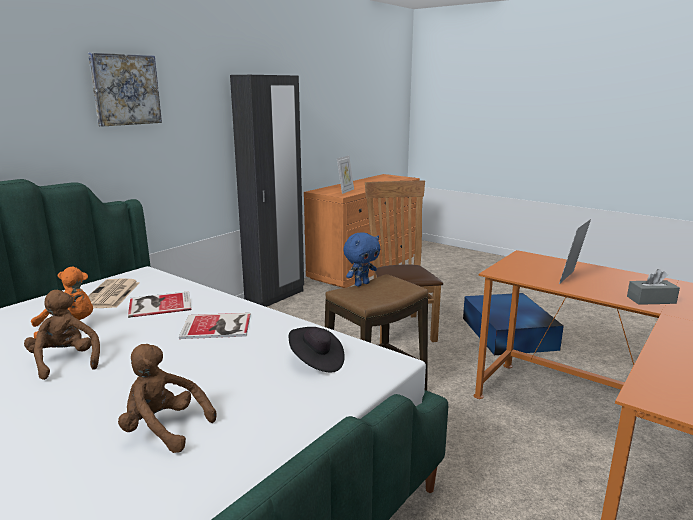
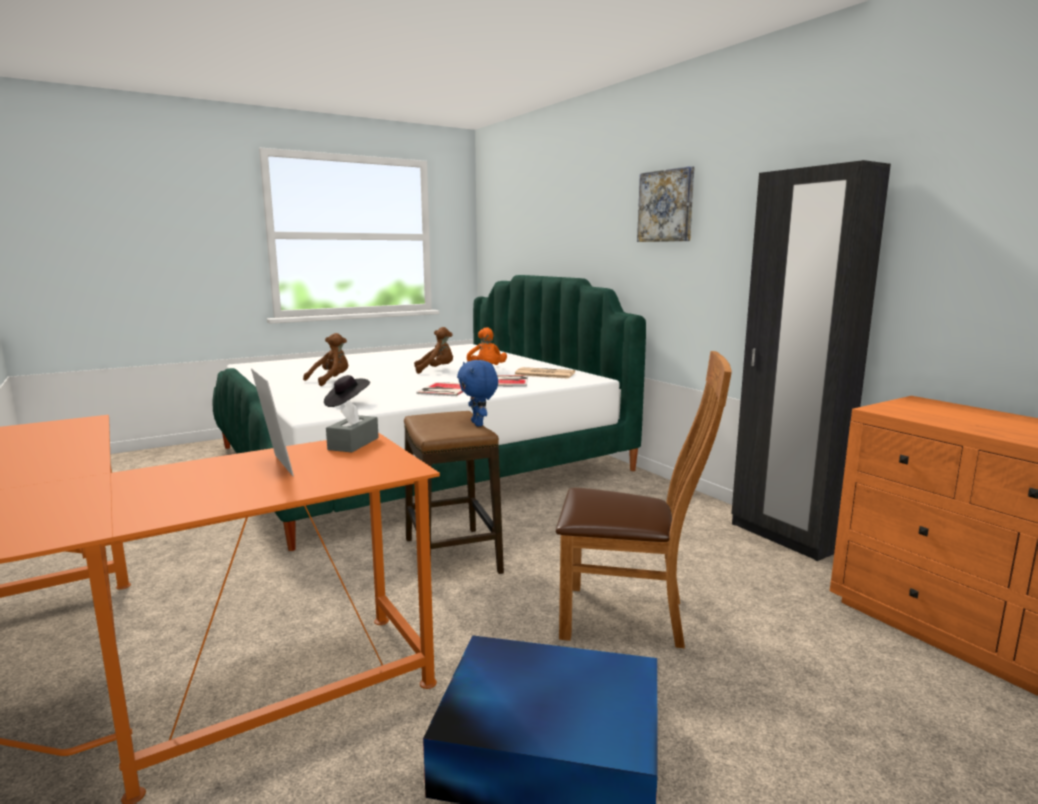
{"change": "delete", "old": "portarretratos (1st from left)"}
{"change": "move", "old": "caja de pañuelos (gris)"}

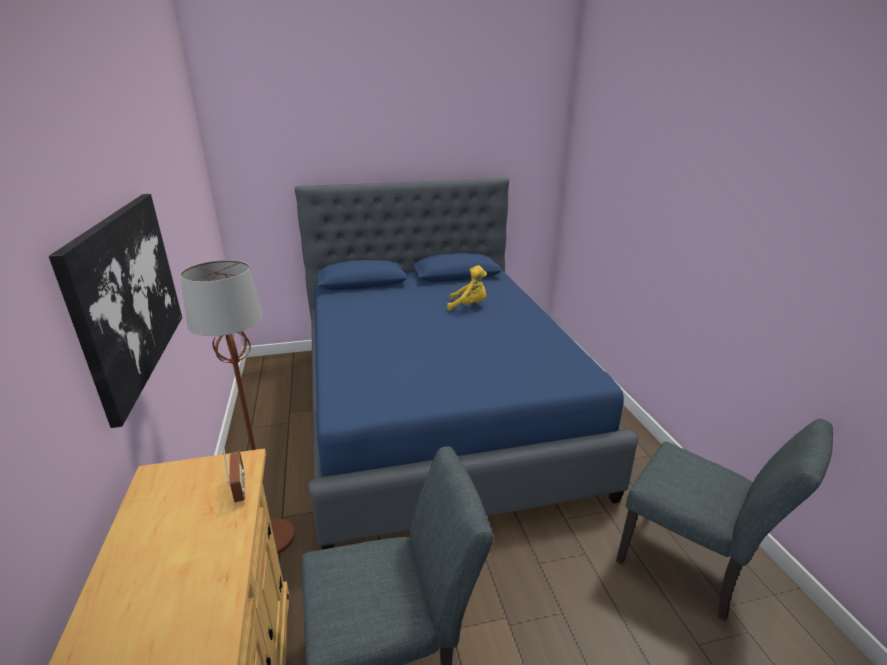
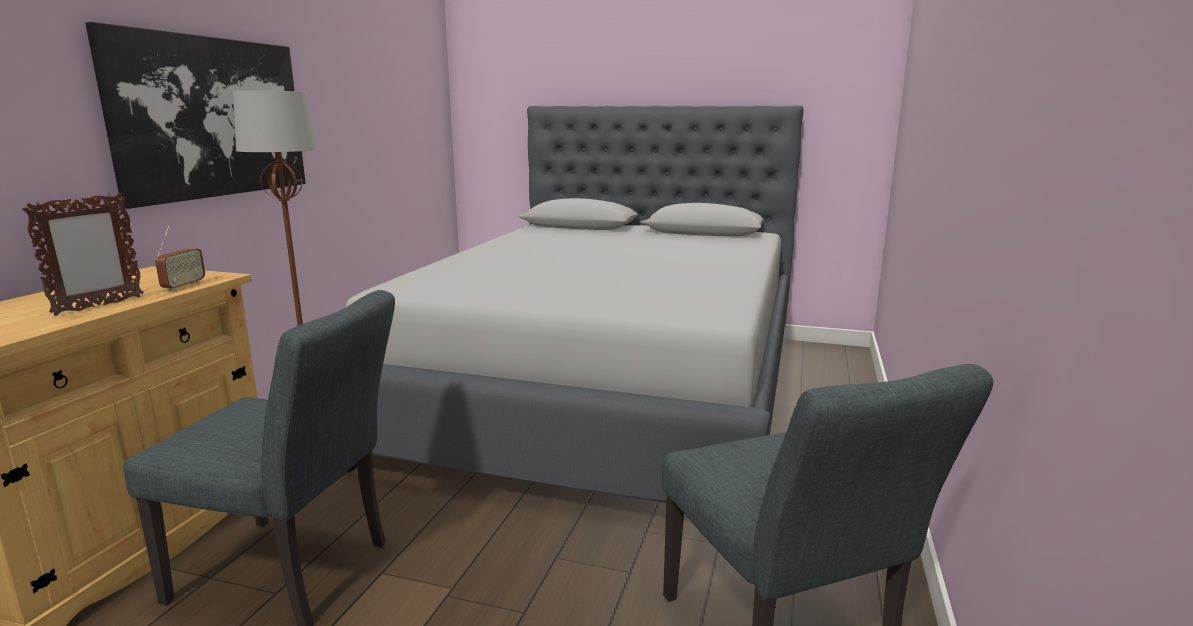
{"change": "recolor", "old": "cama (azul)", "new": "cama (gris)"}
{"change": "delete", "old": "peluche (amarillo)"}
{"change": "insert", "new": "portarretratos"}

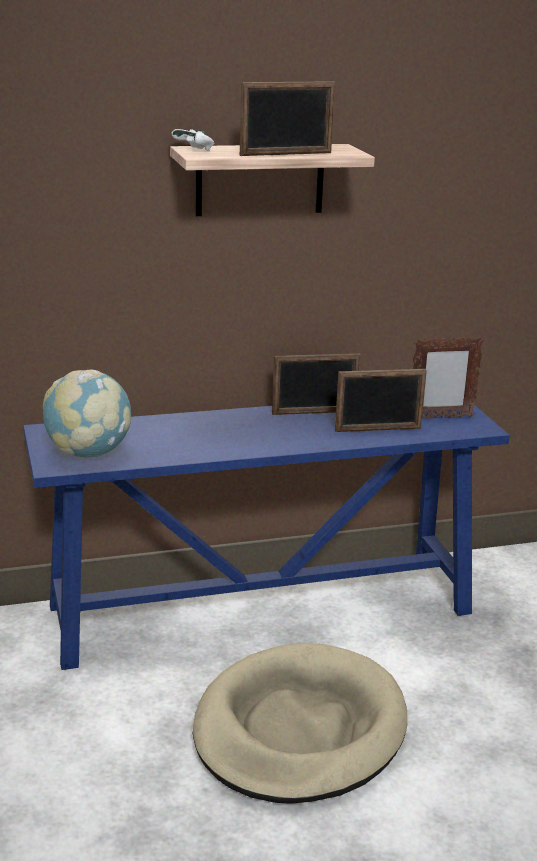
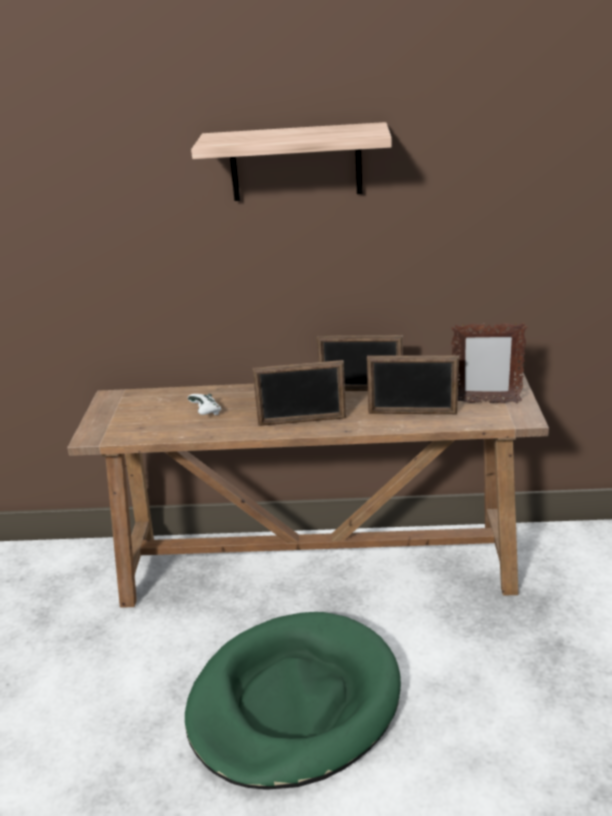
{"change": "recolor", "old": "mesa consola (azul)", "new": "mesa consola (marrón)"}
{"change": "delete", "old": "globo terráqueo"}
{"change": "move", "old": "mando de consola (blanco)"}
{"change": "recolor", "old": "cama para perro (beis)", "new": "cama para perro (verde)"}
{"change": "move", "old": "portarretratos (1st from left)"}

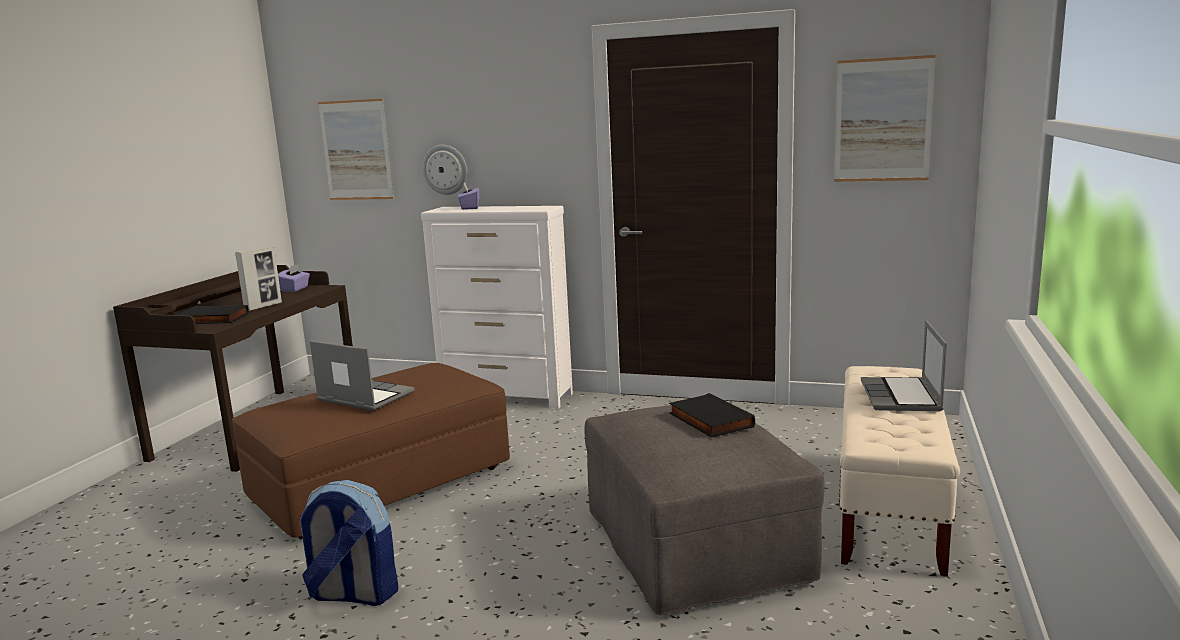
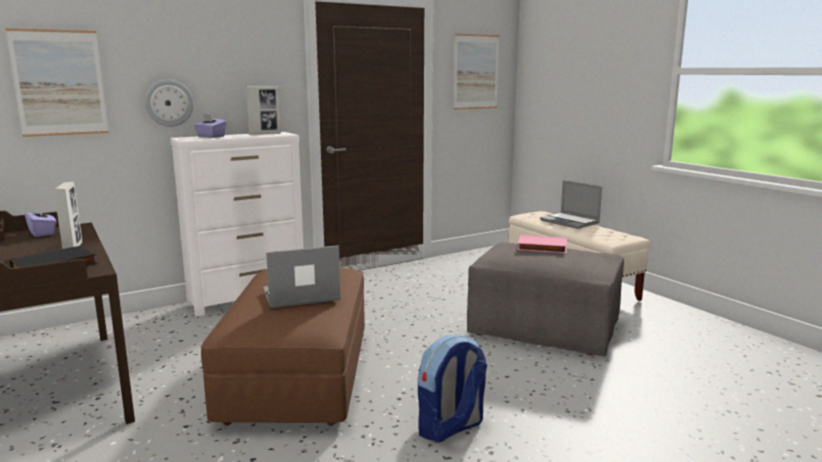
{"change": "recolor", "old": "libro (negro) (2nd from left)", "new": "libro (rosa)"}
{"change": "insert", "new": "portarretratos (2nd from left)"}

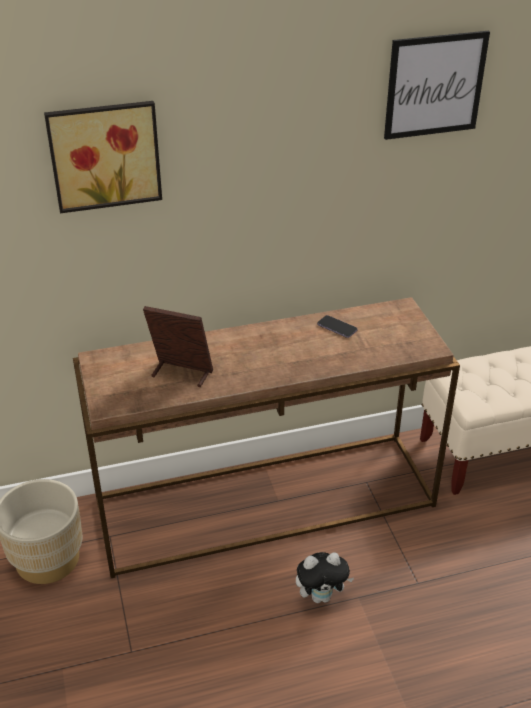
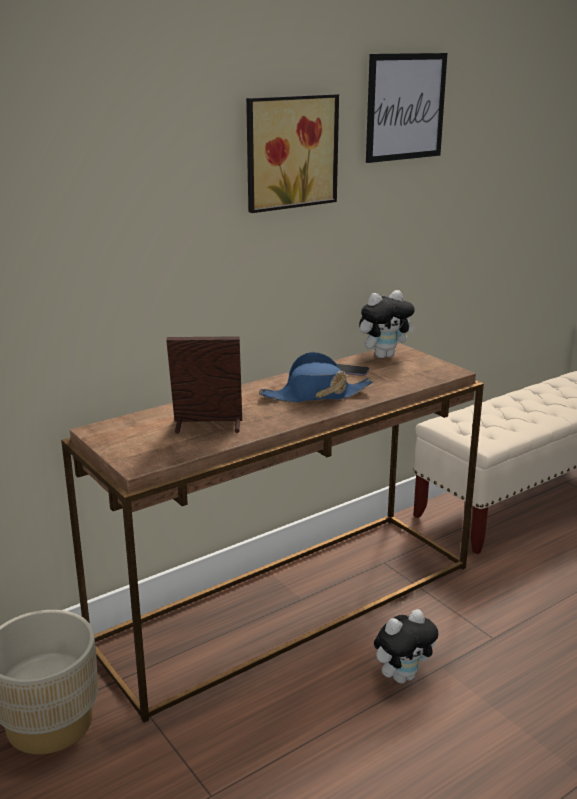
{"change": "move", "old": "cuadro (1st from left)"}
{"change": "insert", "new": "sombrero (azul)"}
{"change": "insert", "new": "peluche (1st from left)"}

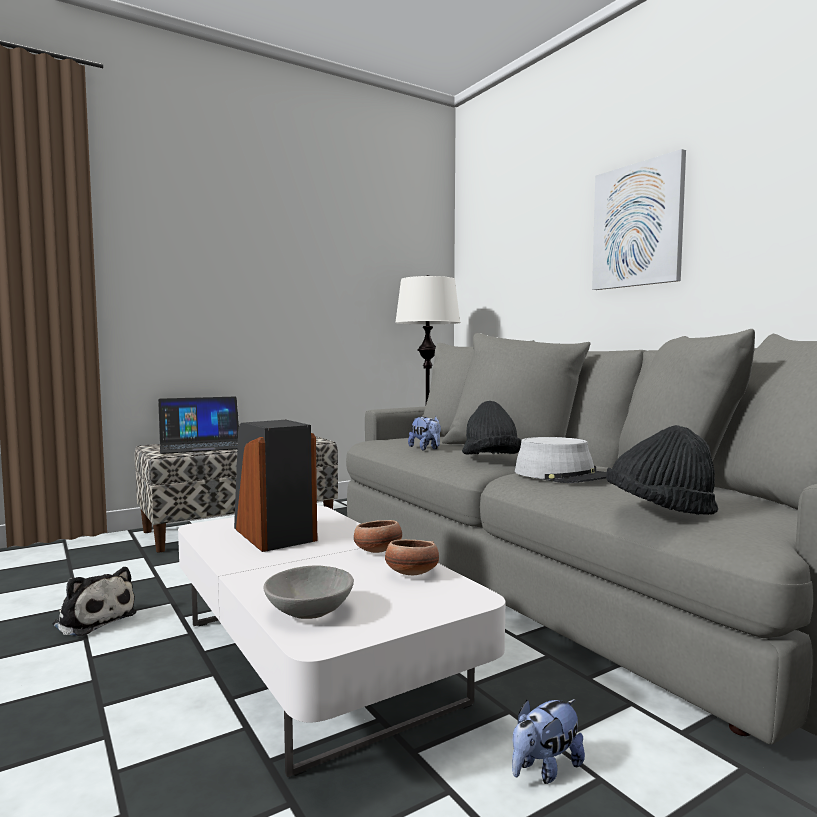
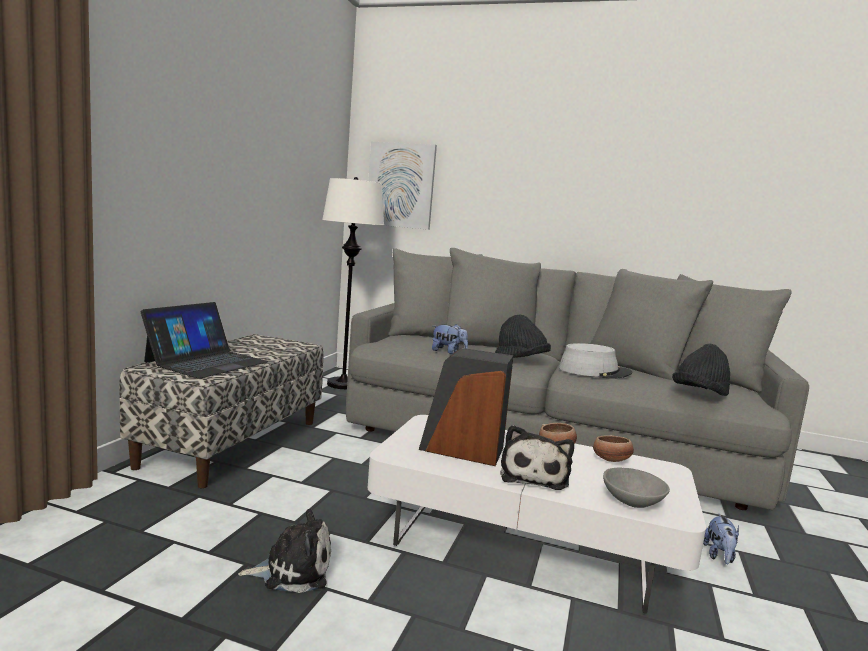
{"change": "move", "old": "cuadro"}
{"change": "insert", "new": "peluche (3rd from left)"}

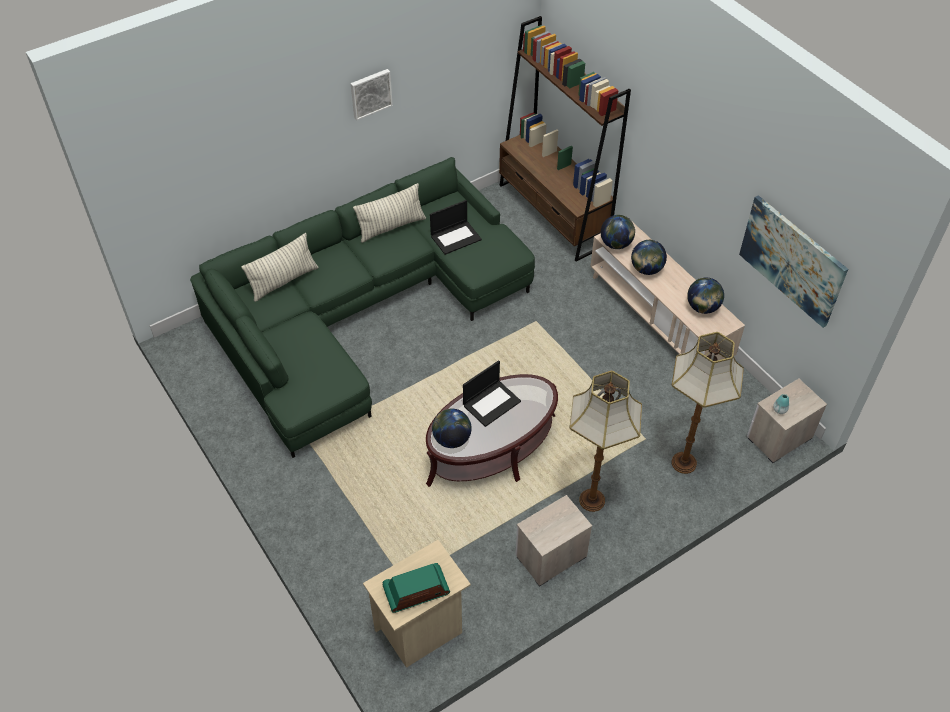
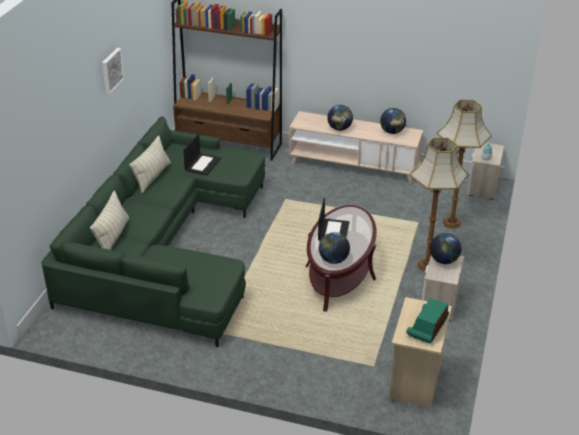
{"change": "move", "old": "globo terráqueo (2nd from left in the first image)", "new": "globo terráqueo (4th from left)"}
{"change": "delete", "old": "cuadro (2nd from left)"}

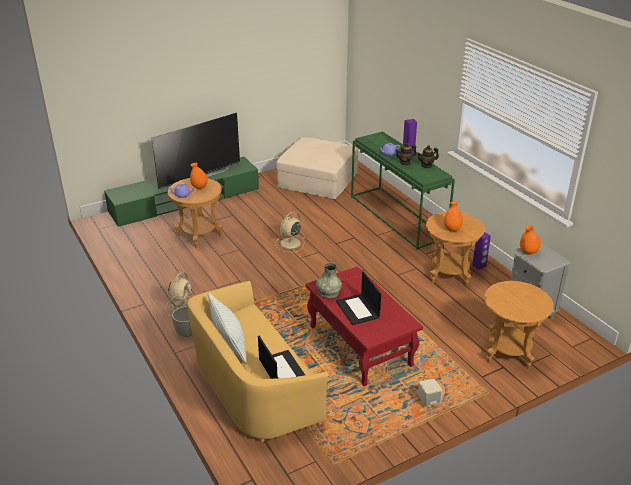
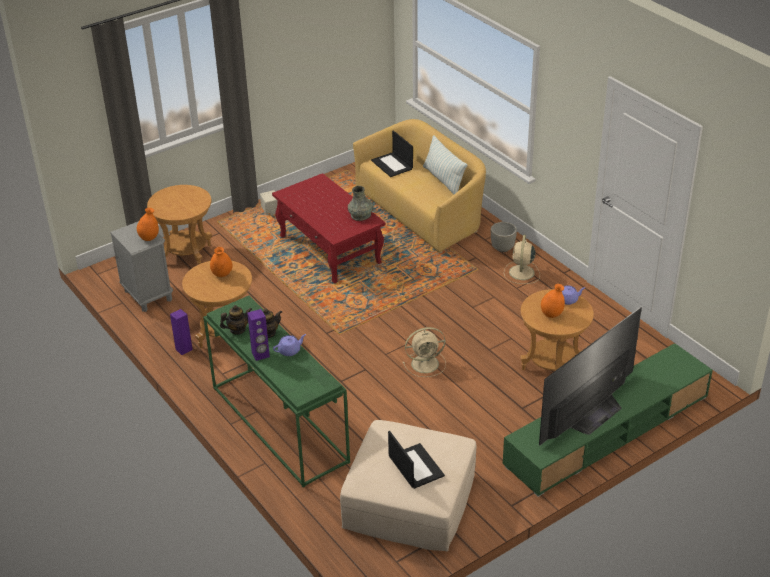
{"change": "rotate", "old": "ventilador (beis) (2nd from left in the first image)", "degrees": 45}
{"change": "move", "old": "portátil (2nd from left)"}

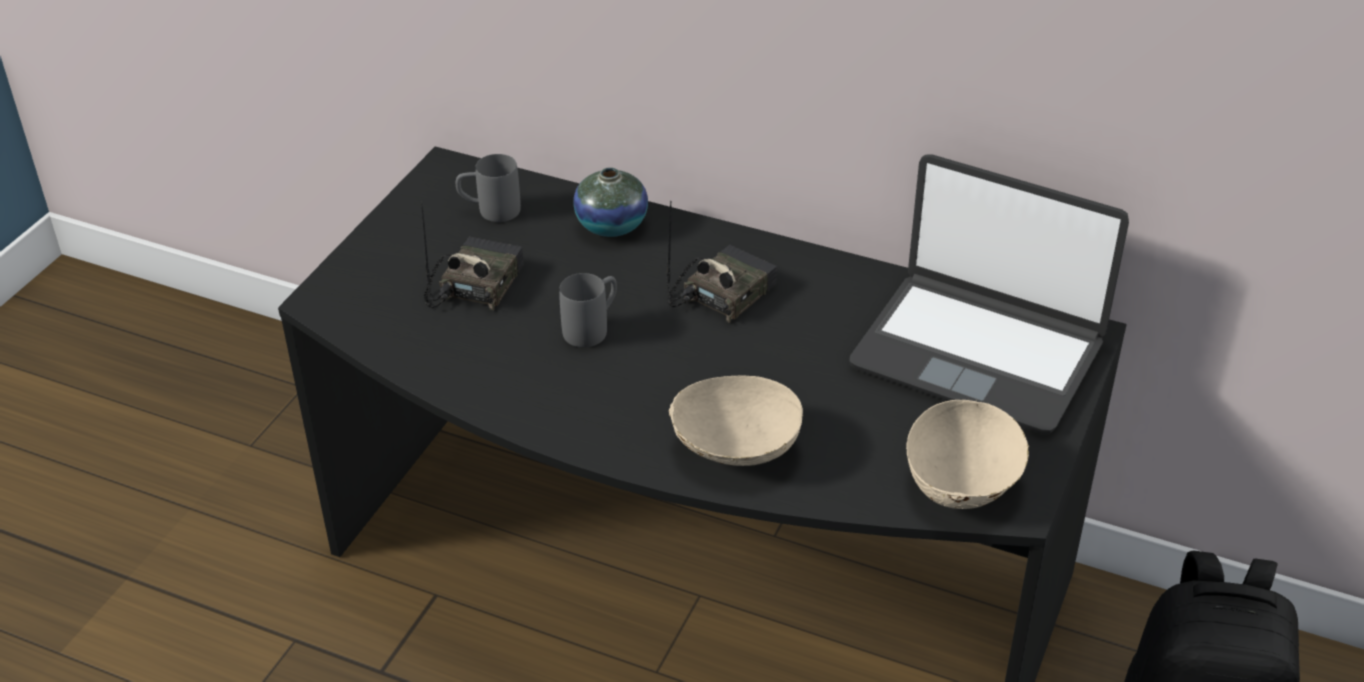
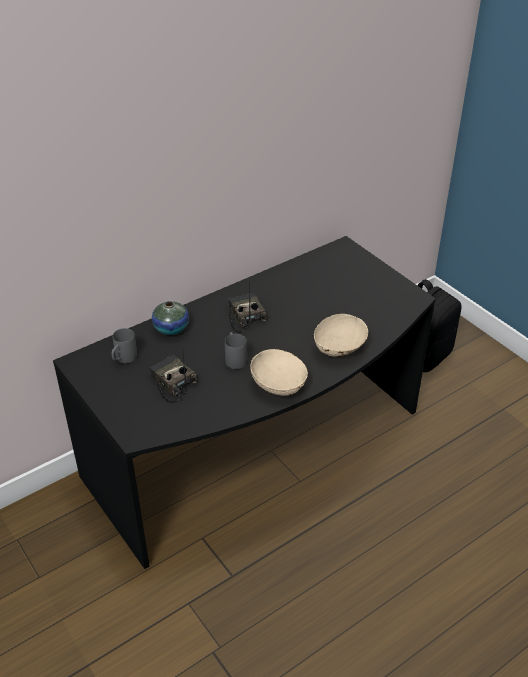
{"change": "delete", "old": "portátil"}
{"change": "move", "old": "cuenco (beis) (2nd from left in the first image)", "new": "cuenco (beis) (1st from left)"}

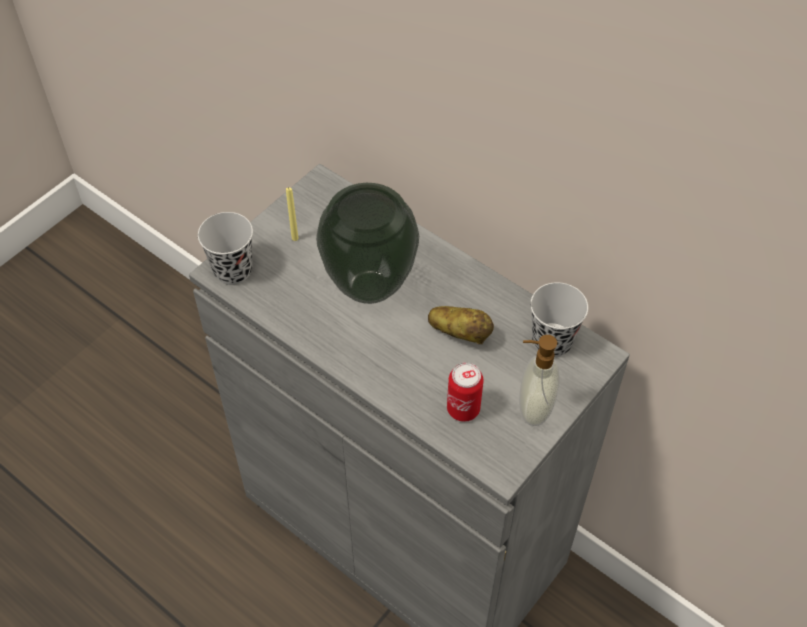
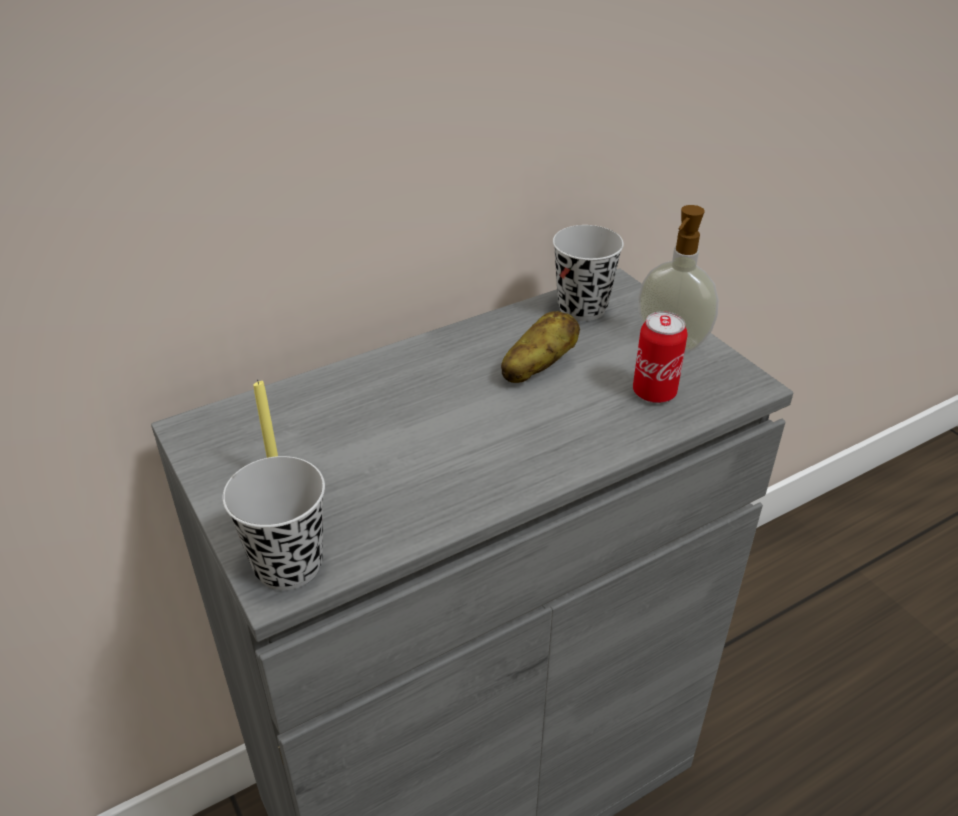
{"change": "delete", "old": "florero"}

